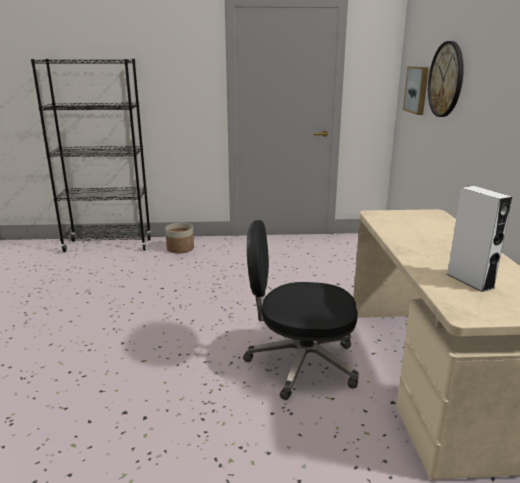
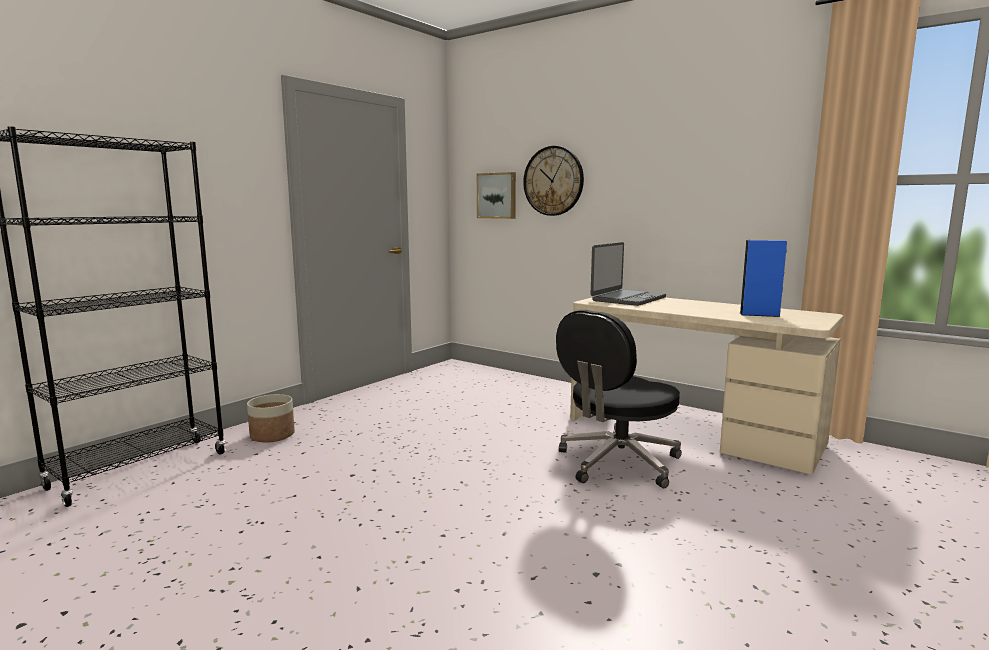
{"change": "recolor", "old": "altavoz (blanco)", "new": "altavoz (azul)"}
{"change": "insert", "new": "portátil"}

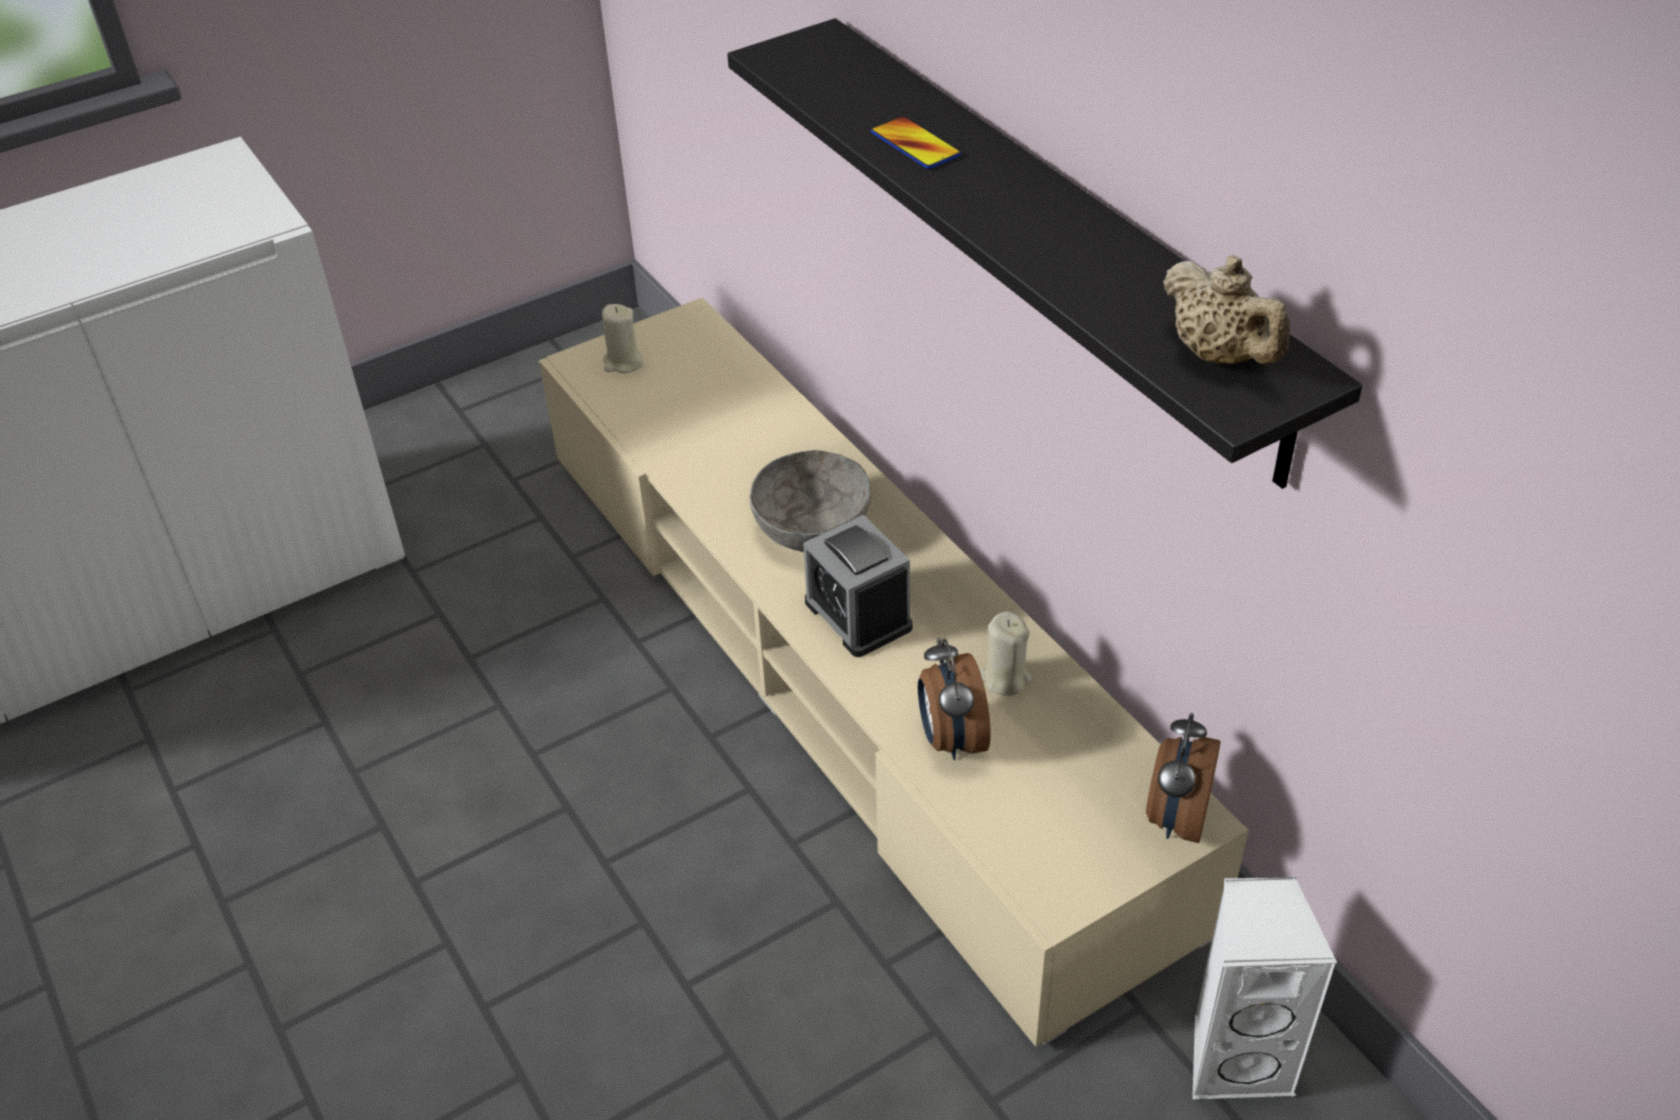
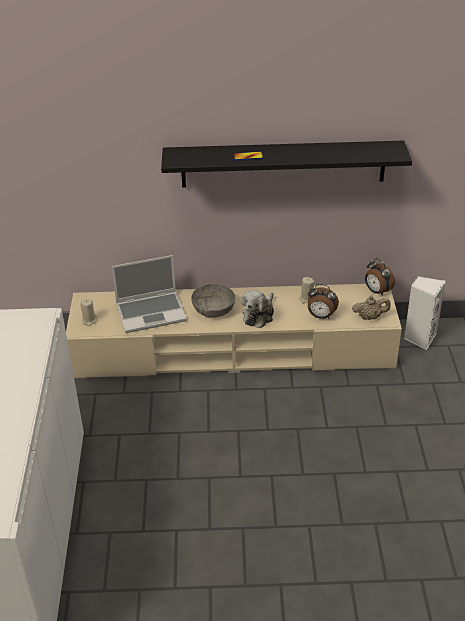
{"change": "replace", "old": "despertador (1st from left)", "new": "peluche"}
{"change": "move", "old": "tetera (beis)"}
{"change": "insert", "new": "portátil"}

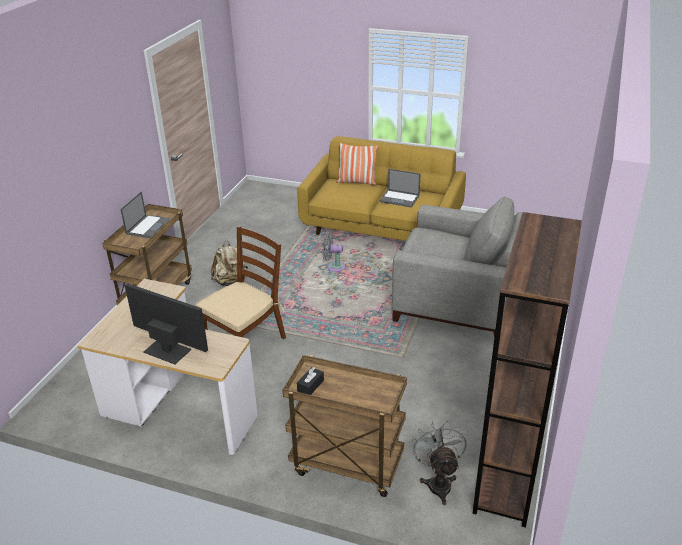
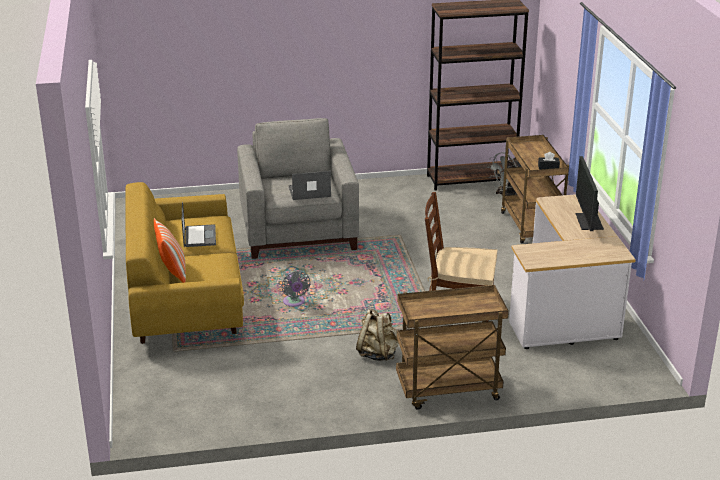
{"change": "move", "old": "portátil (1st from left in the first image)", "new": "portátil (2nd from left)"}

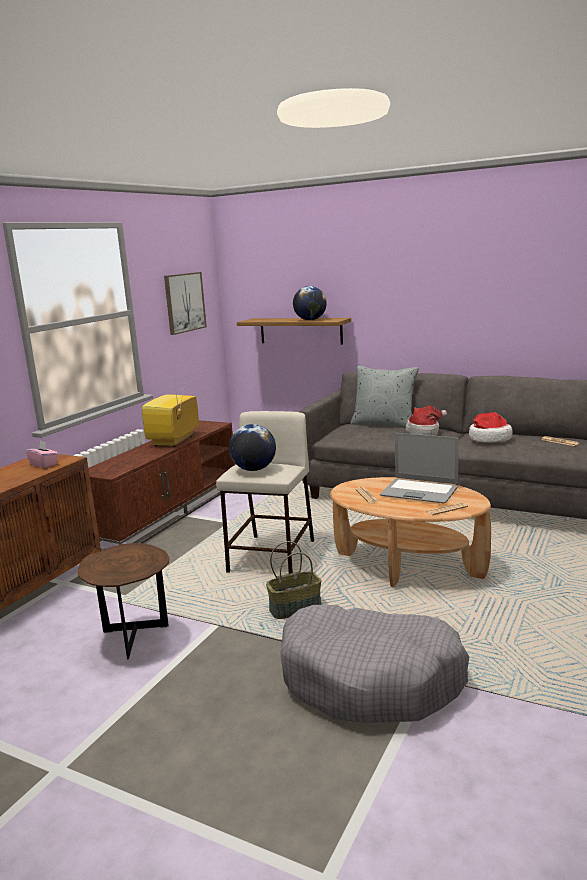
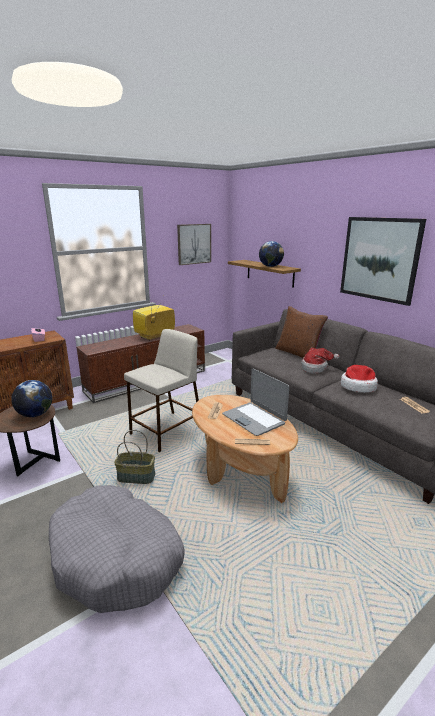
{"change": "move", "old": "globo terráqueo (1st from left)"}
{"change": "recolor", "old": "cojín (gris)", "new": "cojín (marrón)"}
{"change": "insert", "new": "cuadro (2nd from left)"}

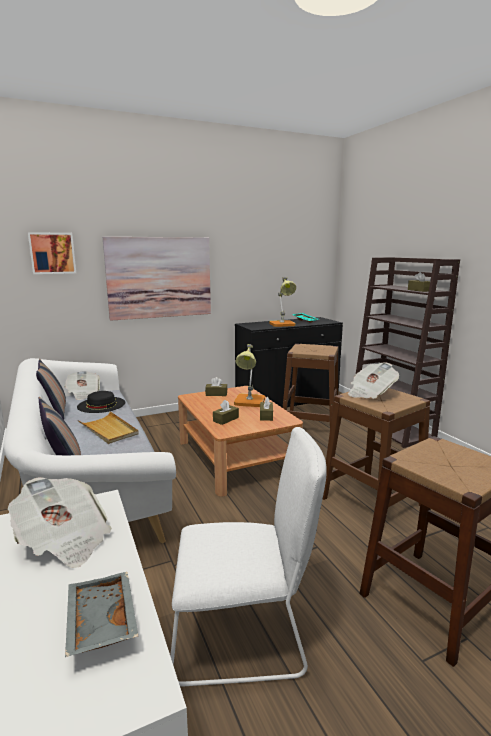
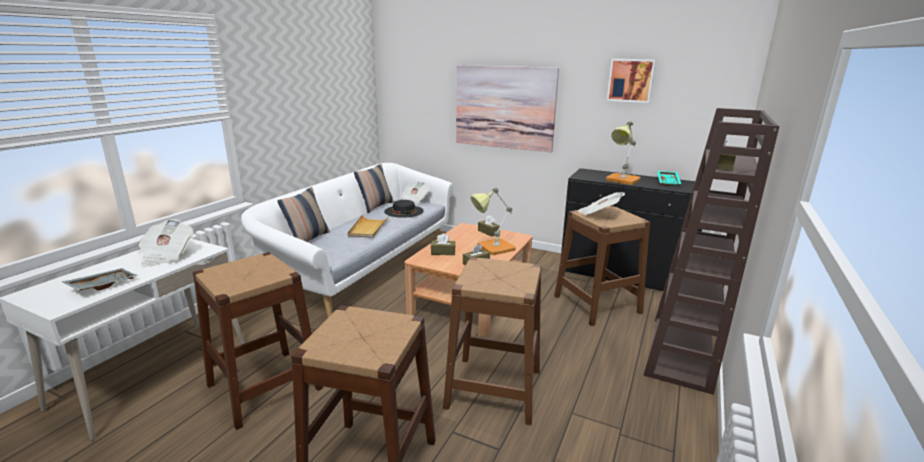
{"change": "move", "old": "cuadro (1st from left in the first image)", "new": "cuadro (2nd from left)"}
{"change": "replace", "old": "silla (blanco)", "new": "taburete (marrón) (1st from left)"}
{"change": "move", "old": "periódico (3rd from left)"}

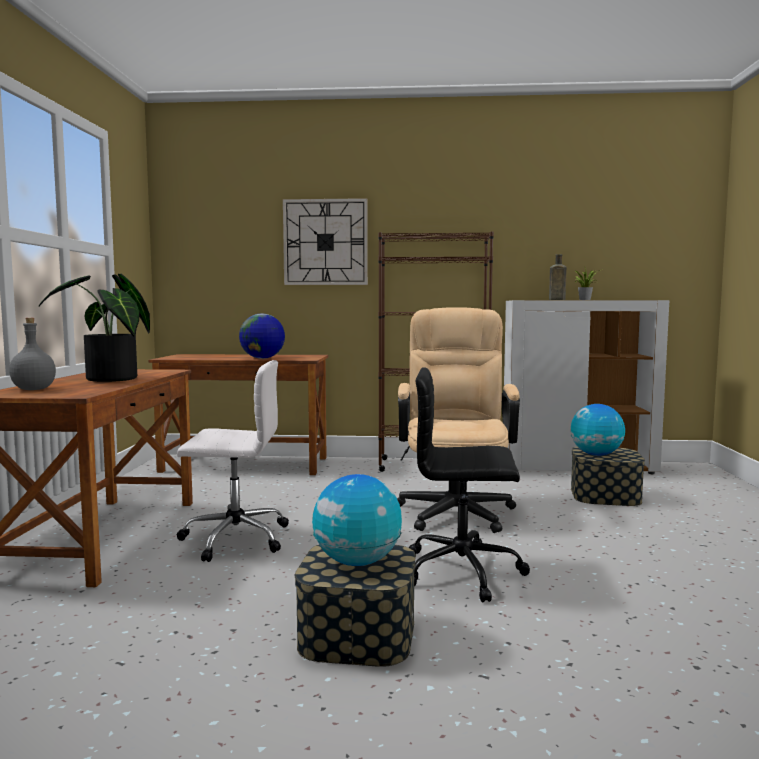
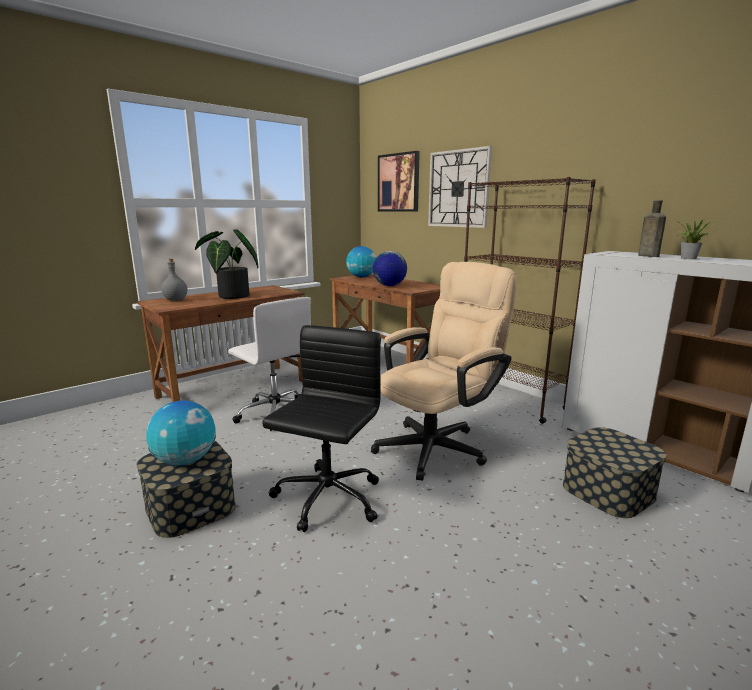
{"change": "rotate", "old": "silla de oficina (negro)", "degrees": 60}
{"change": "move", "old": "globo terráqueo (3rd from left in the first image)", "new": "globo terráqueo (2nd from left)"}
{"change": "insert", "new": "cuadro"}

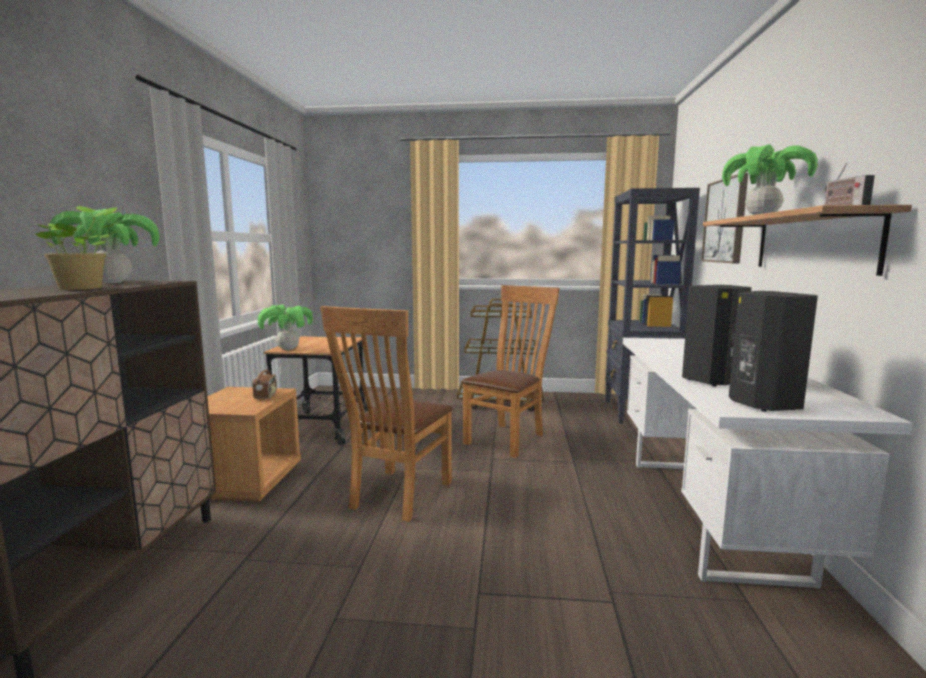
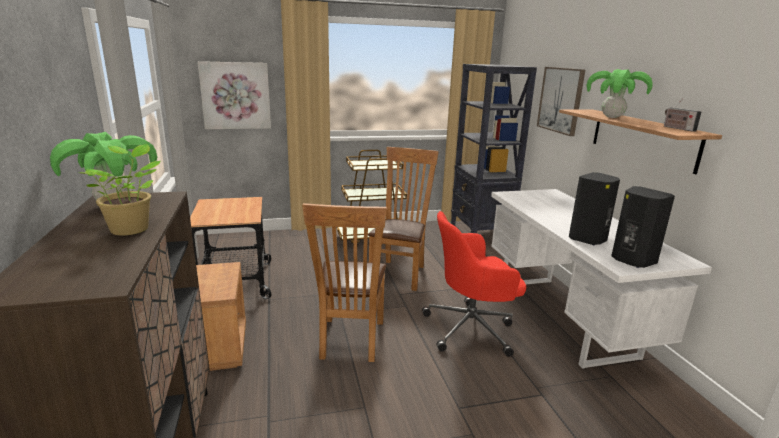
{"change": "delete", "old": "radio (1st from left)"}
{"change": "delete", "old": "planta en maceta (3rd from left)"}
{"change": "insert", "new": "cuadro (1st from left)"}
{"change": "insert", "new": "silla de oficina (rojo)"}

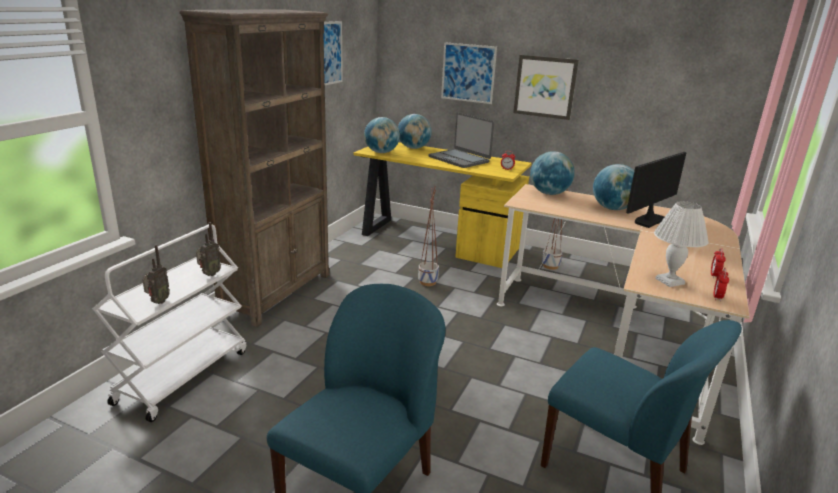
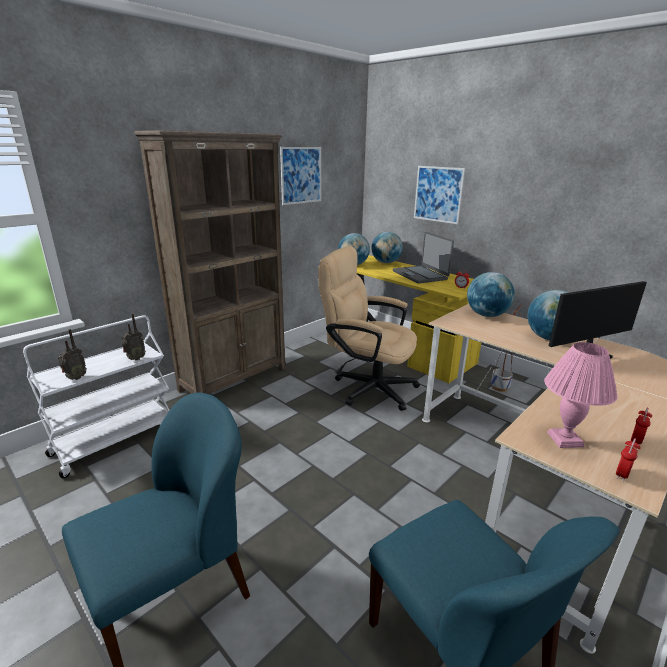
{"change": "replace", "old": "maceta (1st from left)", "new": "silla de oficina (beis)"}
{"change": "delete", "old": "cuadro (3rd from left)"}
{"change": "recolor", "old": "lámpara de mesa (blanco)", "new": "lámpara de mesa (rosa)"}

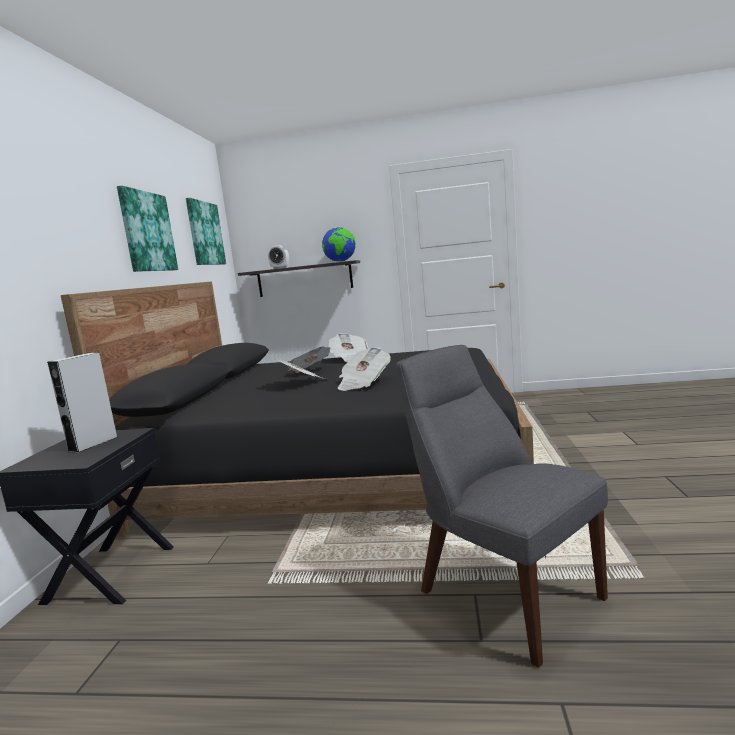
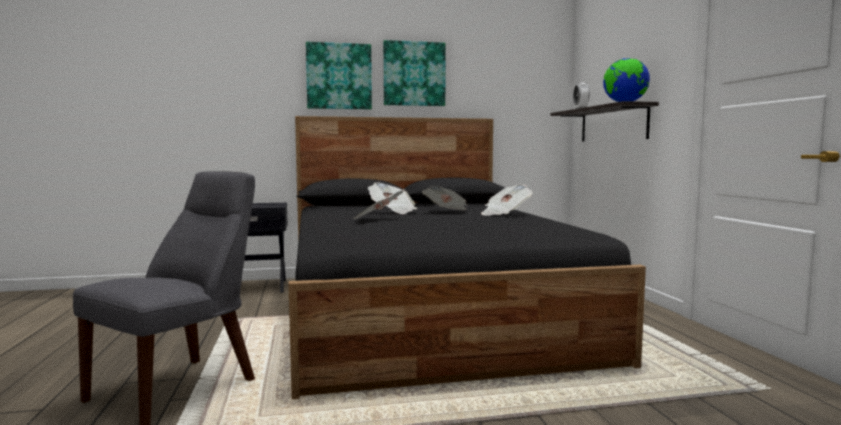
{"change": "delete", "old": "altavoz (gris)"}
{"change": "move", "old": "cuadro (2nd from left in the first image)", "new": "cuadro (1st from left)"}

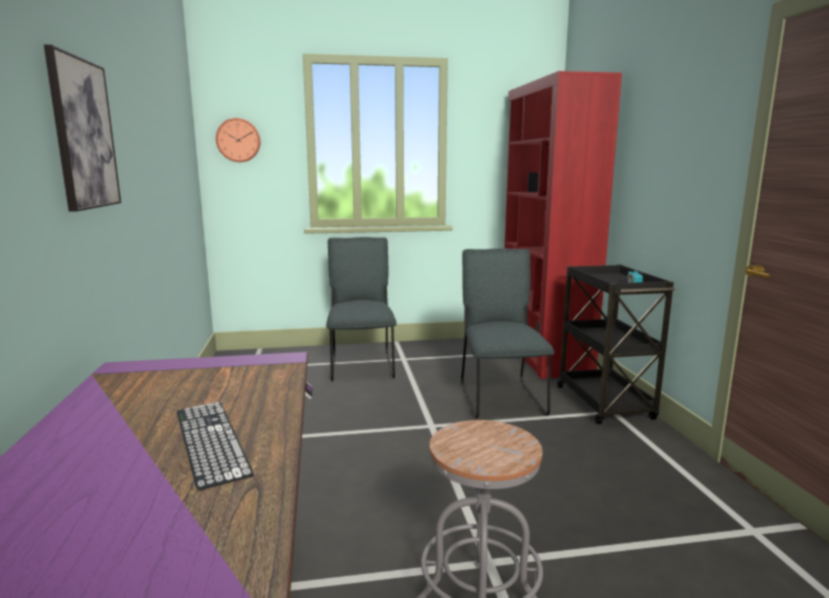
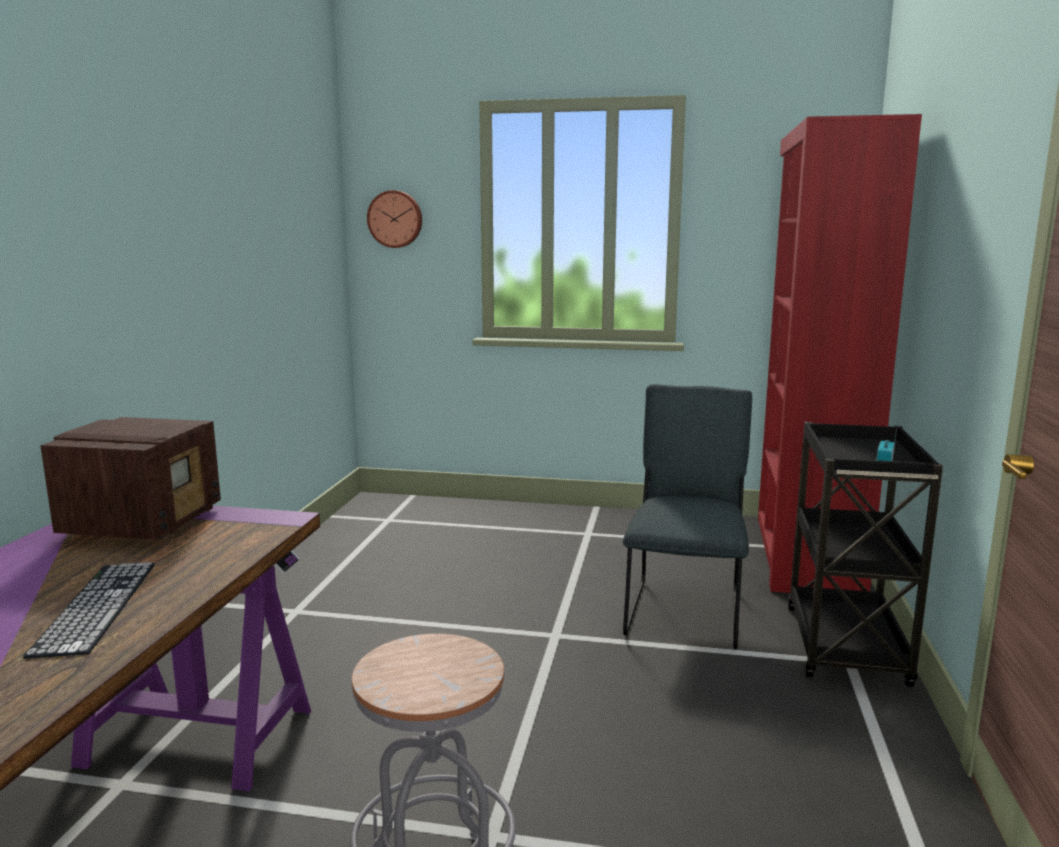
{"change": "delete", "old": "cuadro"}
{"change": "delete", "old": "silla (gris) (1st from left)"}
{"change": "insert", "new": "radio (1st from left)"}

